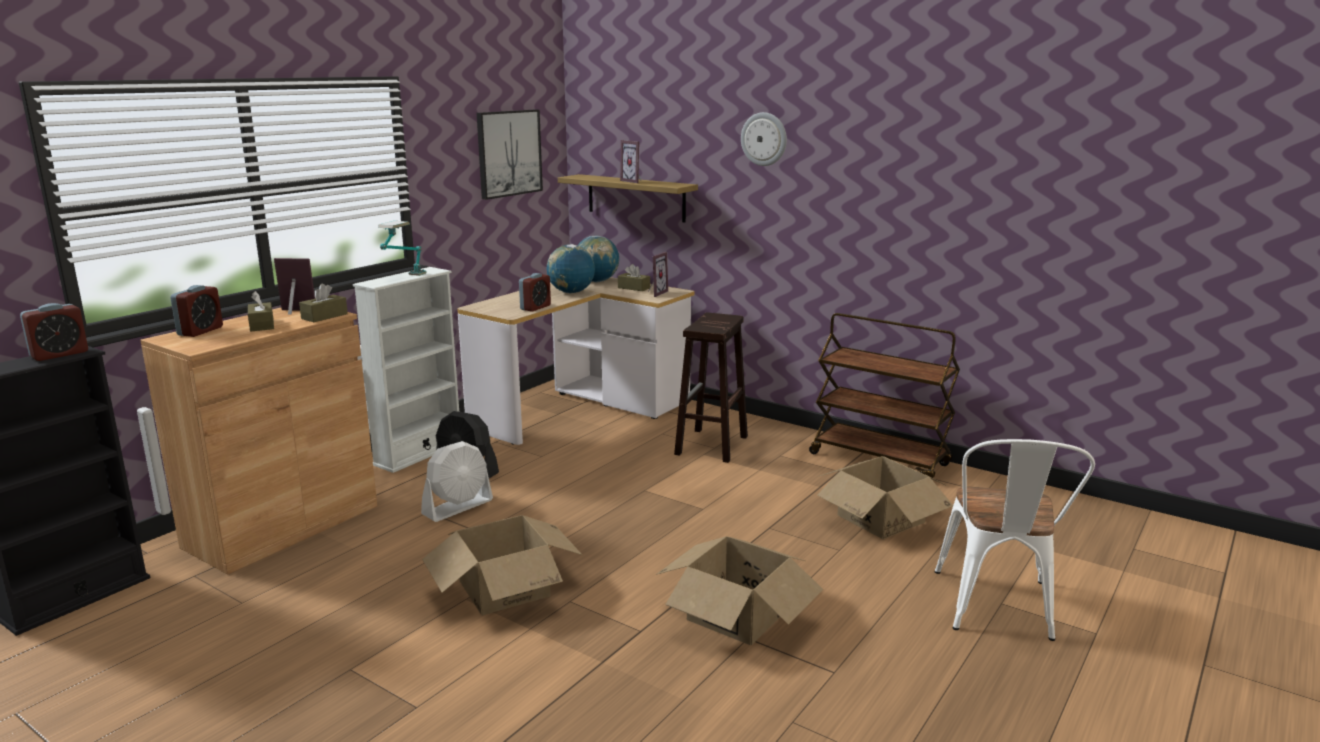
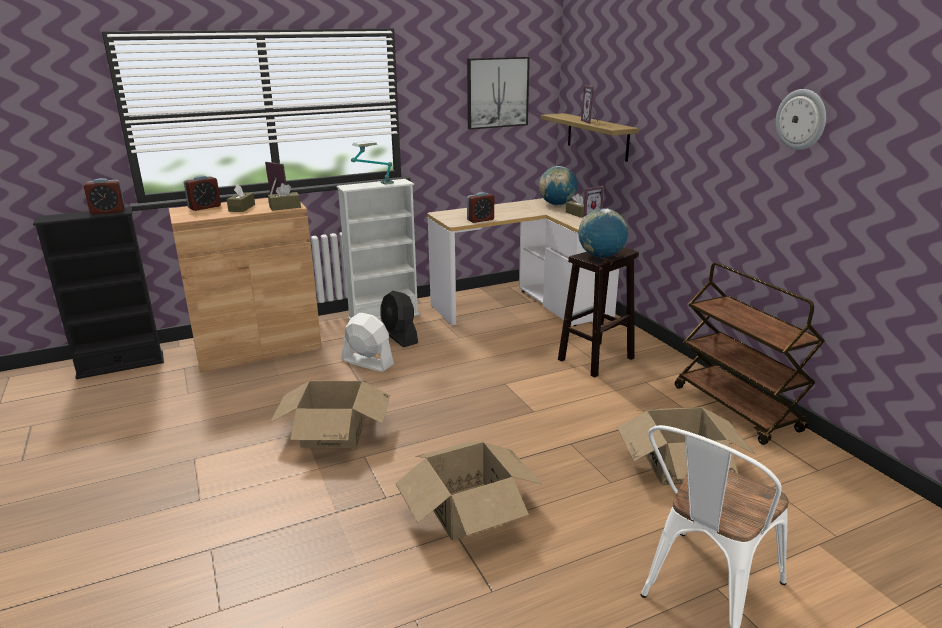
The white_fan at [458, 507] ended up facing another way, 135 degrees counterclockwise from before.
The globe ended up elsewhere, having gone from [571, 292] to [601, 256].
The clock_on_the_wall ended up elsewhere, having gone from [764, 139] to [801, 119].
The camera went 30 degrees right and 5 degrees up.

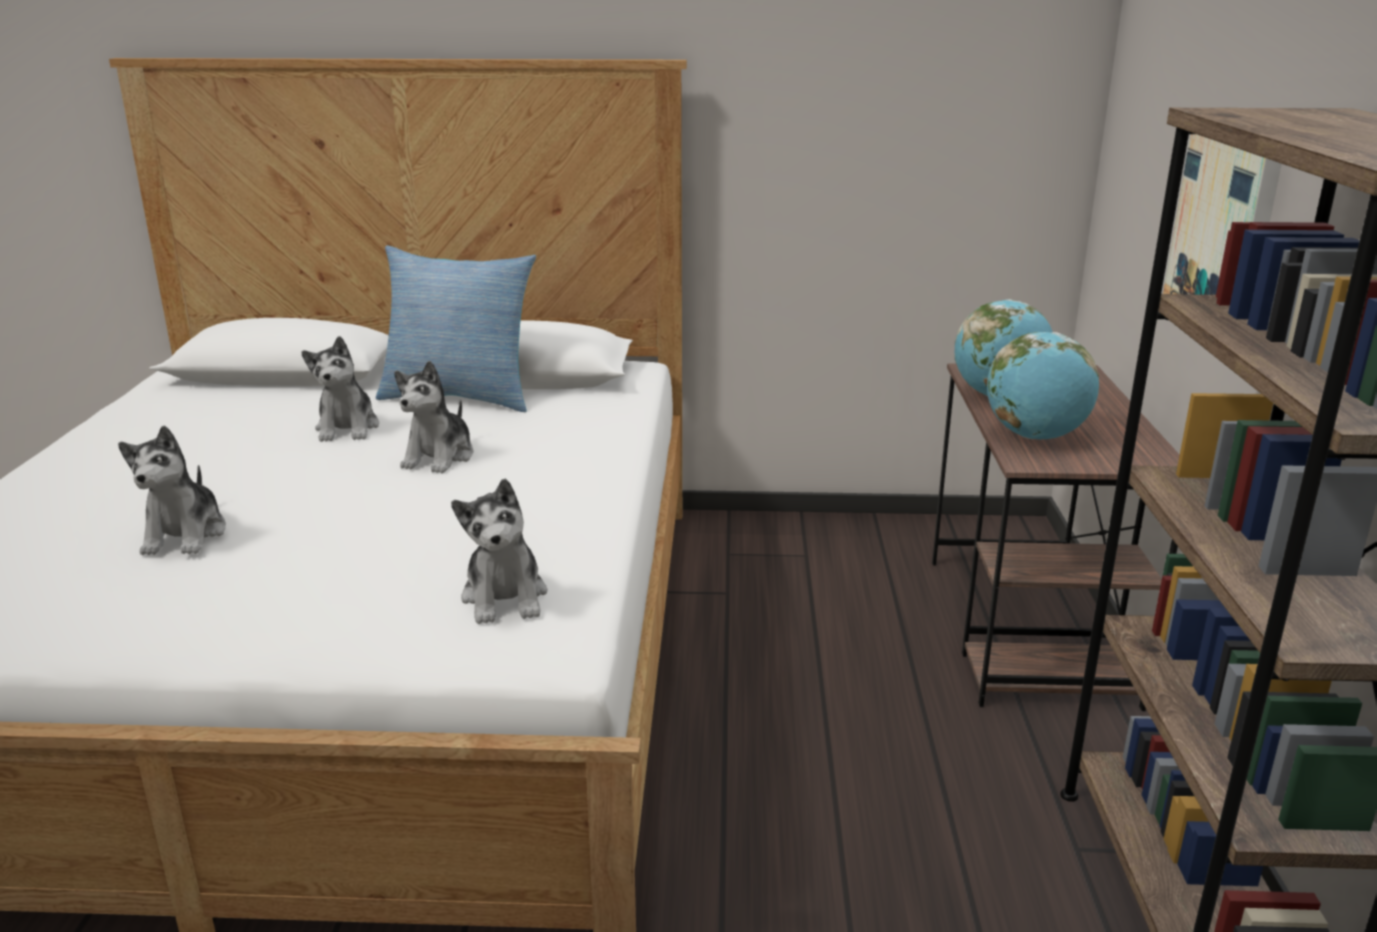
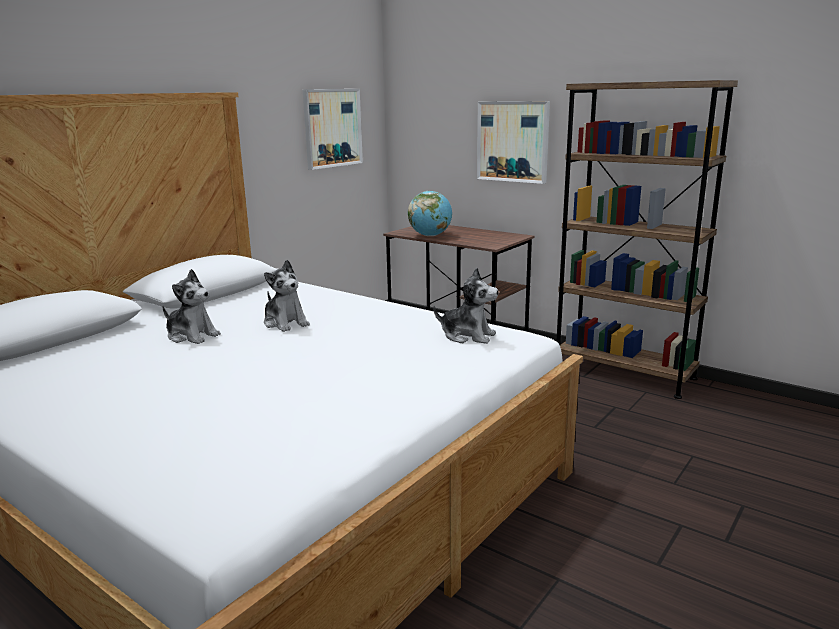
The second view gained the picture at [332, 128].
The second view lost the cuddly_toy at [185, 535].
The second view lost the cushion at [461, 397].
The second view lost the globe at [1035, 436].
The camera went 55 degrees left and 5 degrees down.

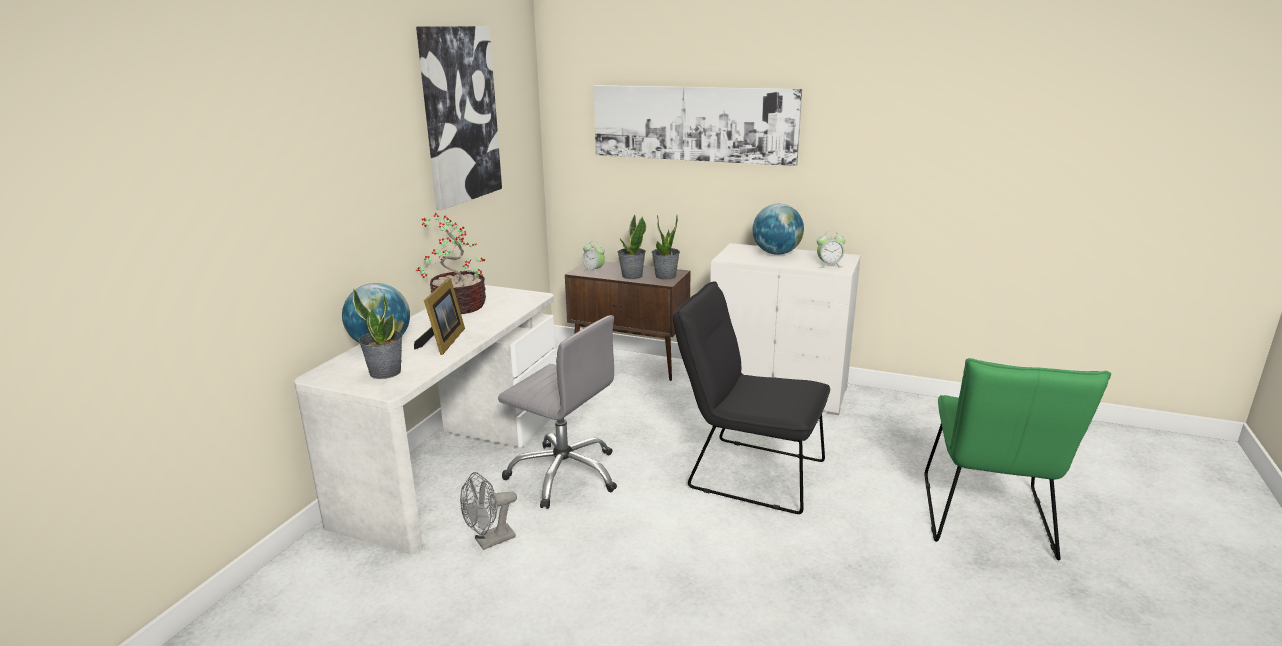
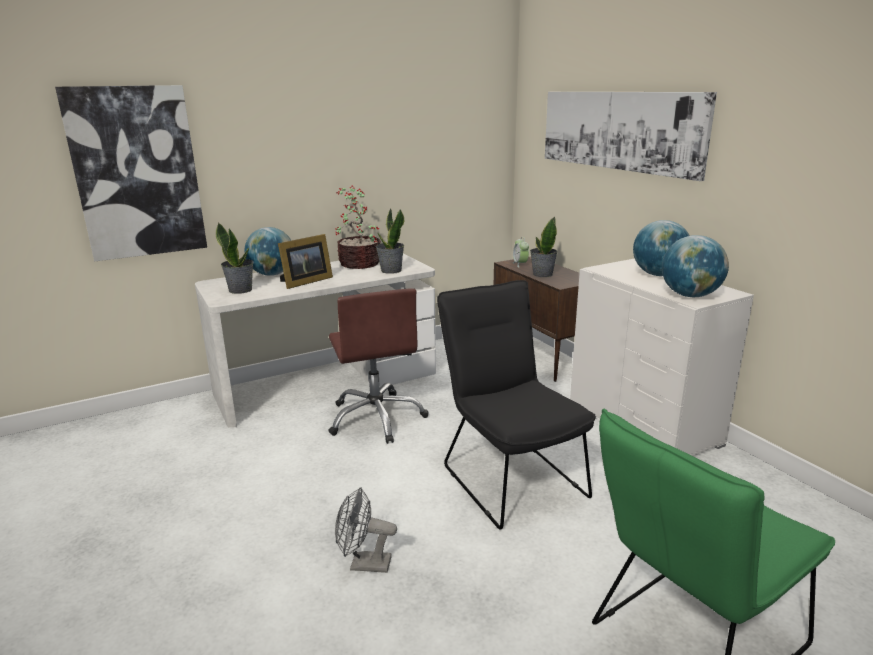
The picture ended up elsewhere, having gone from [460, 115] to [137, 173].
What was the gray_computer_chair at [564, 474] turned into the brownish_computer_chair at [377, 418].
The gray_fan ended up elsewhere, having gone from [489, 541] to [364, 564].
The plant_in_a_pot ended up elsewhere, having gone from [665, 276] to [391, 270].
Where the table_clock stood at [829, 265], the globe came to stand at [690, 295].
The camera went 40 degrees right and 0 degrees up.

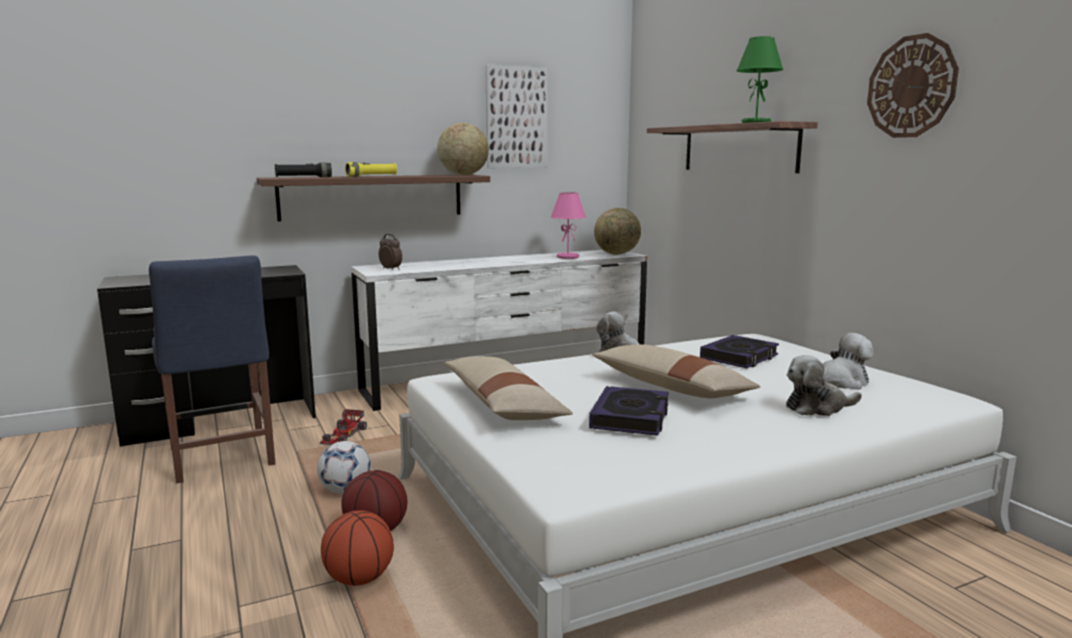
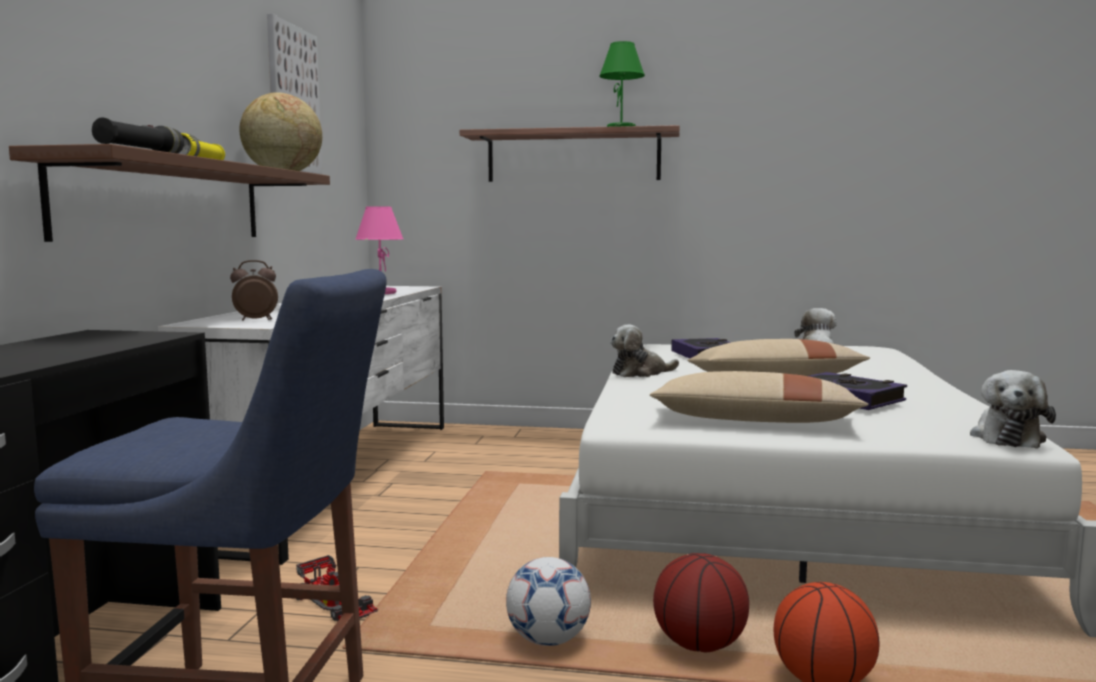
The cuddly_toy ended up elsewhere, having gone from [817, 407] to [1007, 437].
The second view lost the globe at [617, 254].
The second view lost the clock_on_the_wall at [911, 87].
The camera went 55 degrees left and 5 degrees down.

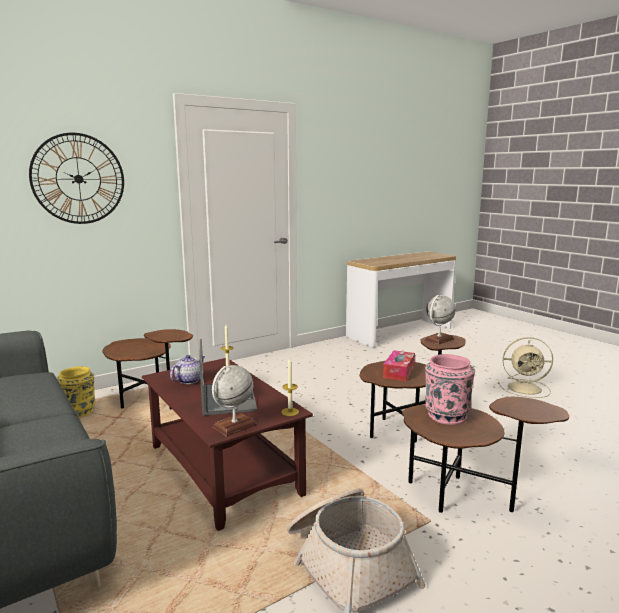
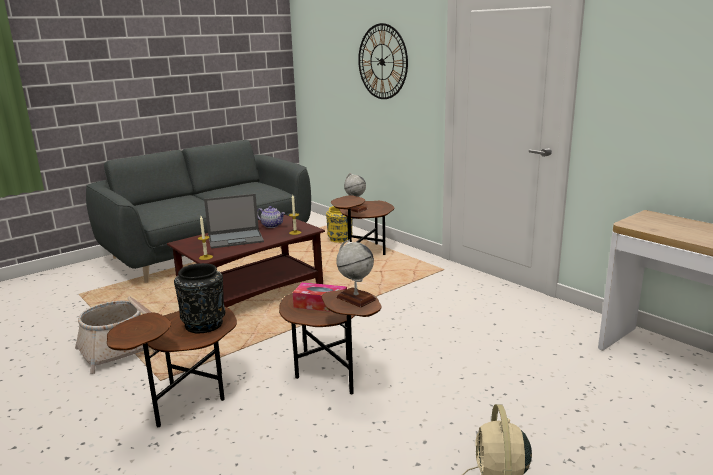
What was the pink_decorative_vase at [446, 416] turned into the black_decorative_vase at [204, 324].
The globe ended up elsewhere, having gone from [234, 426] to [355, 209].
The camera went 85 degrees right and 5 degrees up.

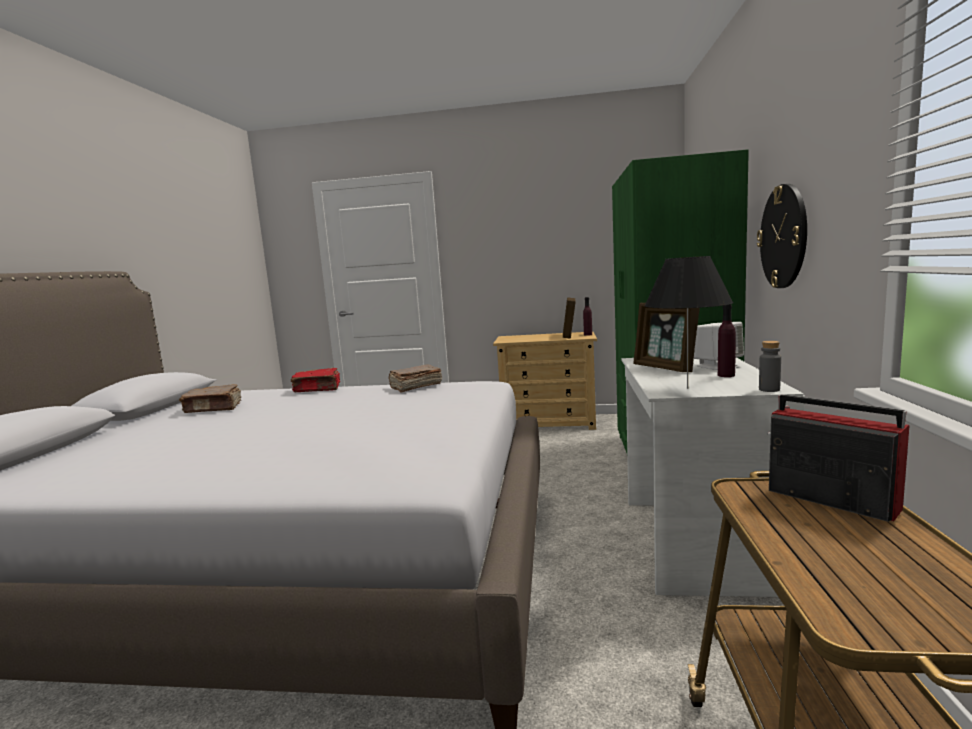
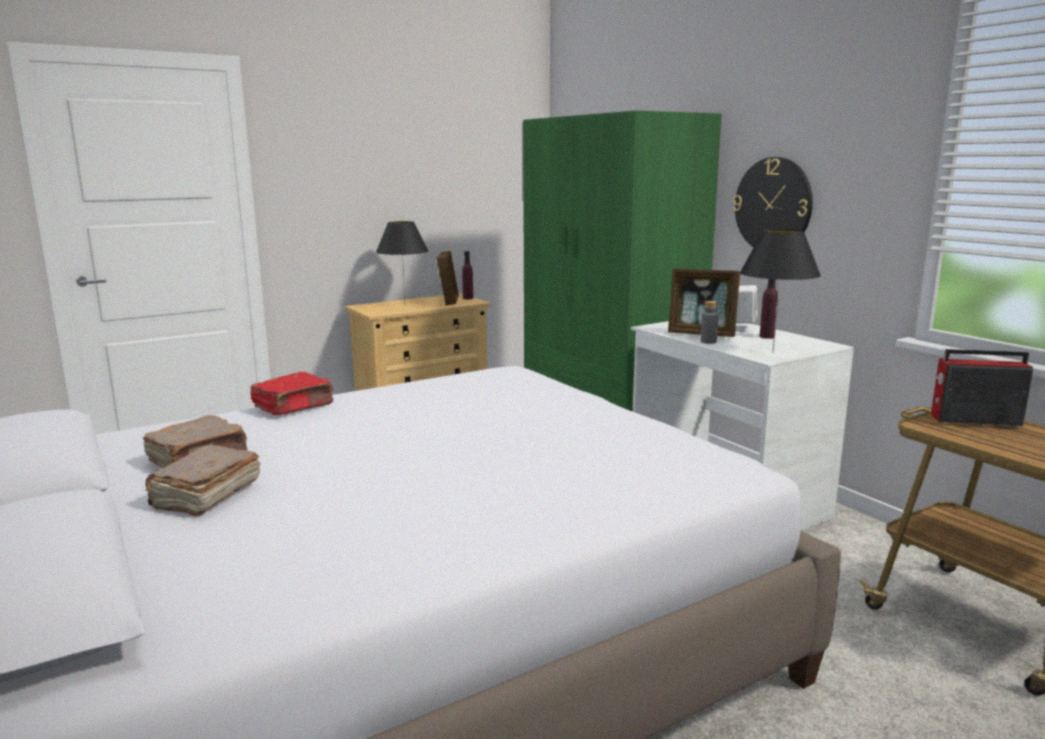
The brownish_book ended up elsewhere, having gone from [415, 387] to [205, 496].
The second view gained the black_lamp_for_a_table at [404, 305].
The picture_frame at [569, 336] ended up facing another way, 150 degrees counterclockwise from before.
The gray_drink_bottle ended up elsewhere, having gone from [769, 389] to [708, 342].
The camera went 40 degrees left and 5 degrees up.

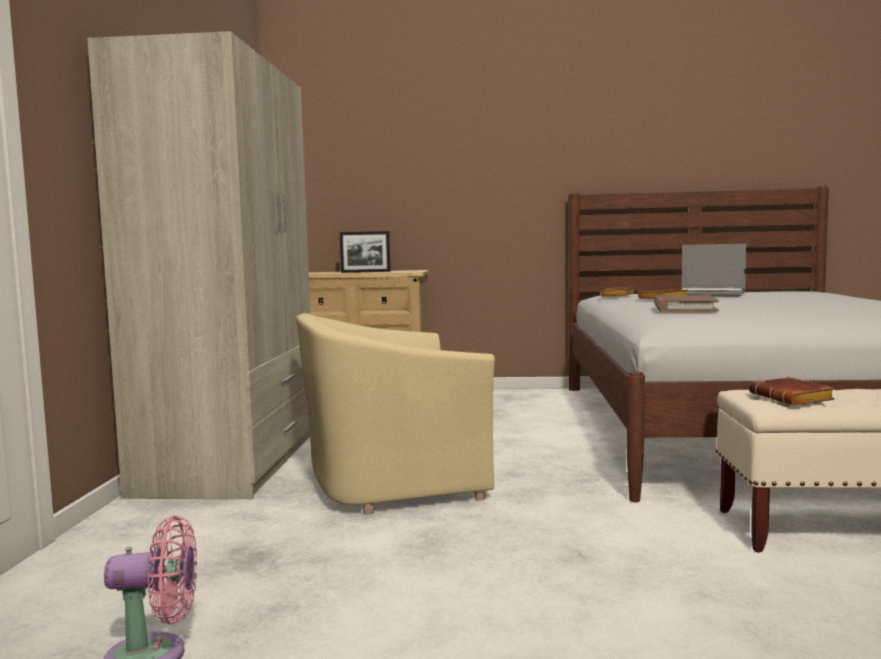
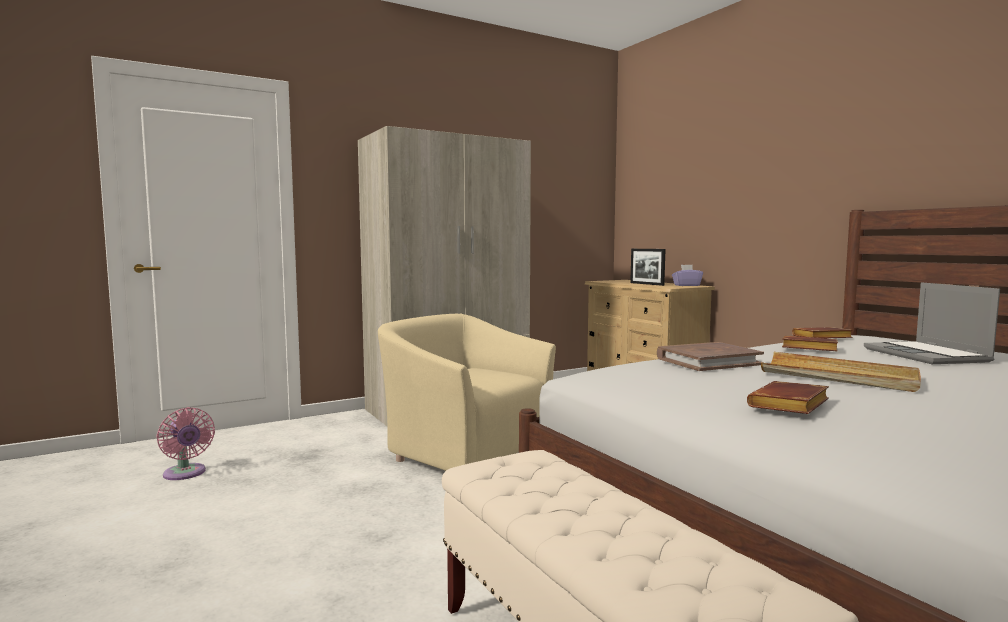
The second view gained the purple_box_of_tissues at [686, 285].
The brownish_book ended up elsewhere, having gone from [793, 398] to [790, 406].
The second view gained the beige_serving_tray at [838, 377].
The camera went 55 degrees right and 0 degrees up.

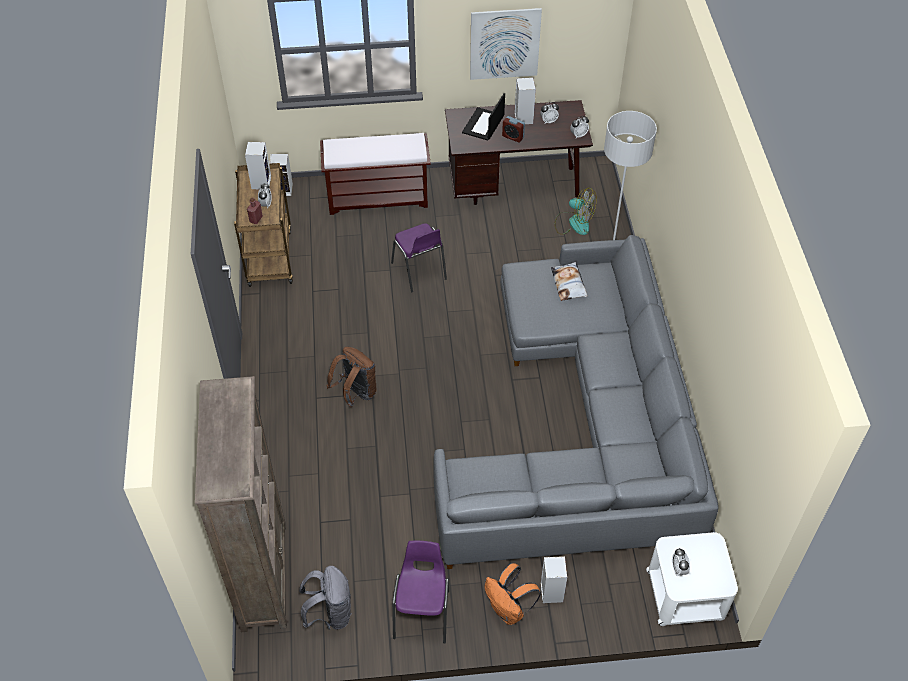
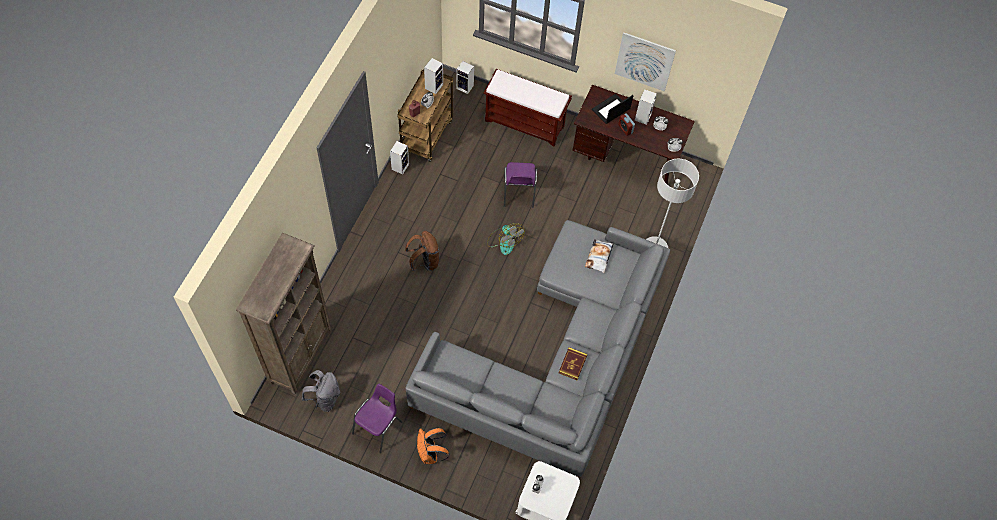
The audio_speaker ended up elsewhere, having gone from [551, 591] to [400, 166].
The fan ended up elsewhere, having gone from [573, 223] to [504, 241].
The second view gained the book at [572, 364].
The camera went 25 degrees right and 10 degrees up.

